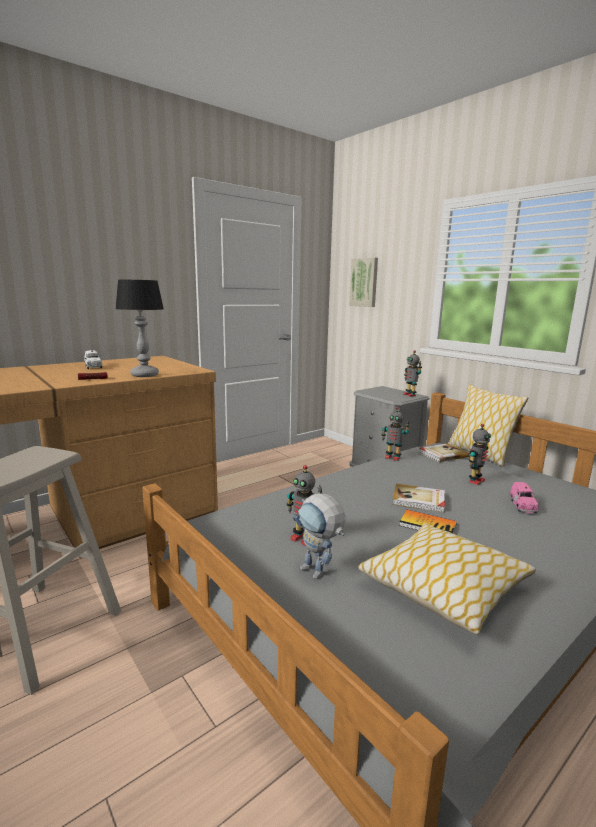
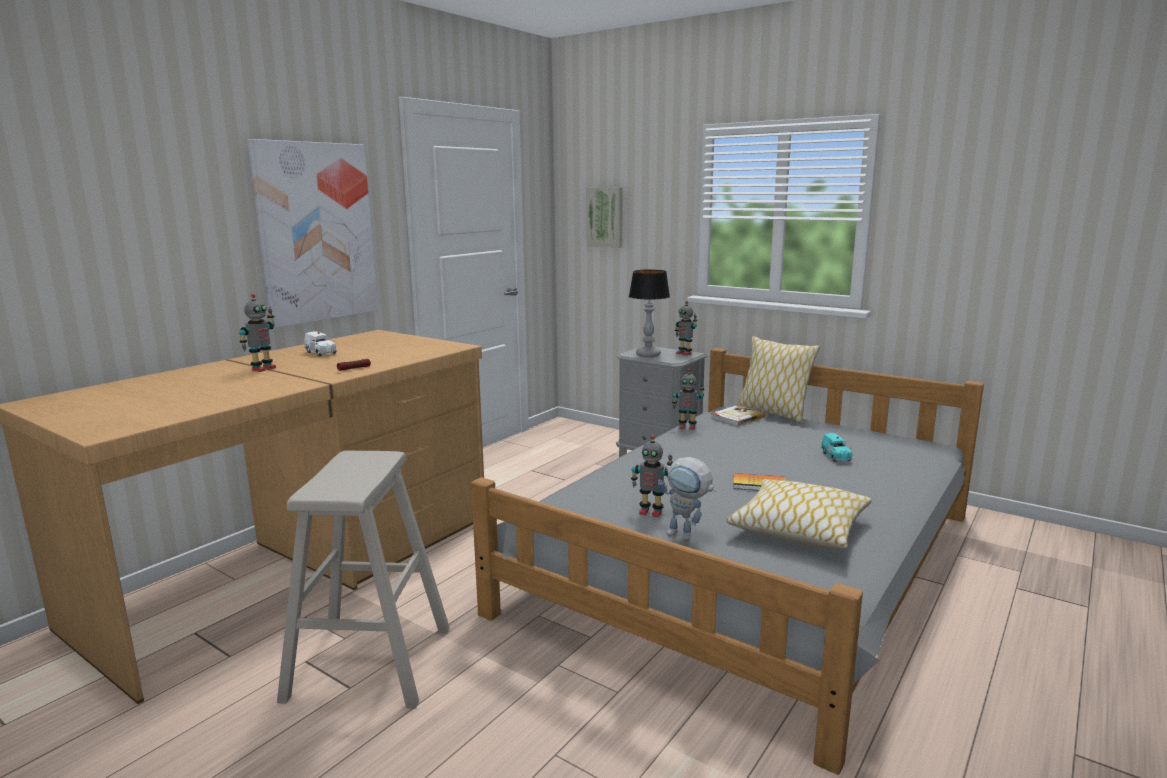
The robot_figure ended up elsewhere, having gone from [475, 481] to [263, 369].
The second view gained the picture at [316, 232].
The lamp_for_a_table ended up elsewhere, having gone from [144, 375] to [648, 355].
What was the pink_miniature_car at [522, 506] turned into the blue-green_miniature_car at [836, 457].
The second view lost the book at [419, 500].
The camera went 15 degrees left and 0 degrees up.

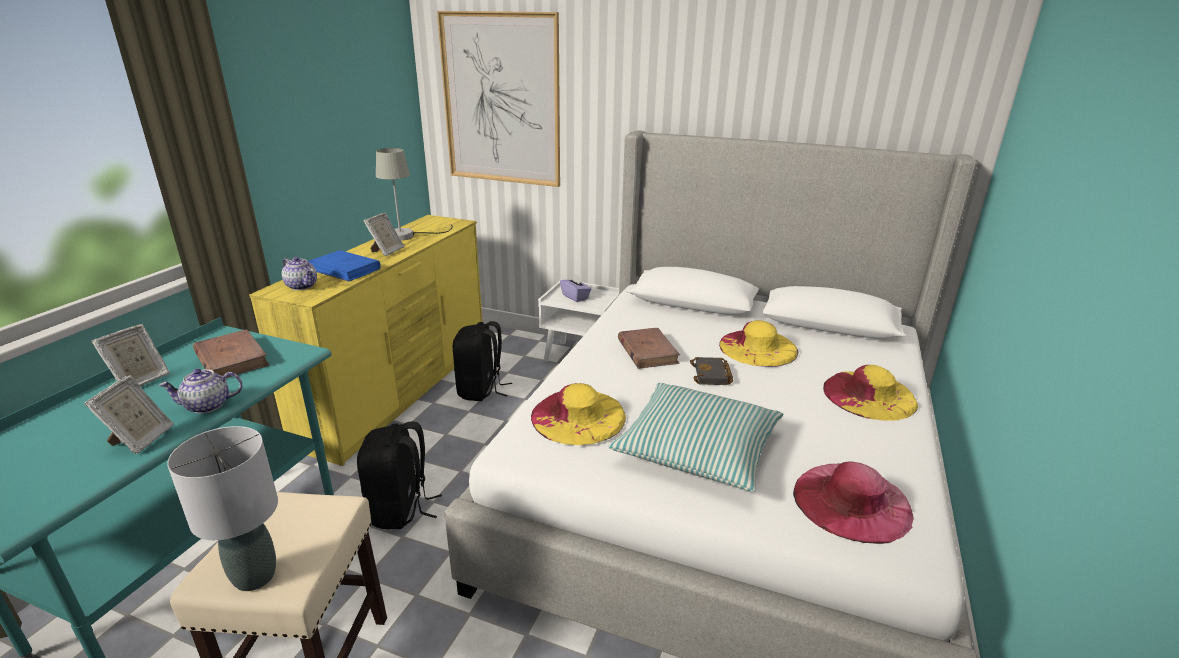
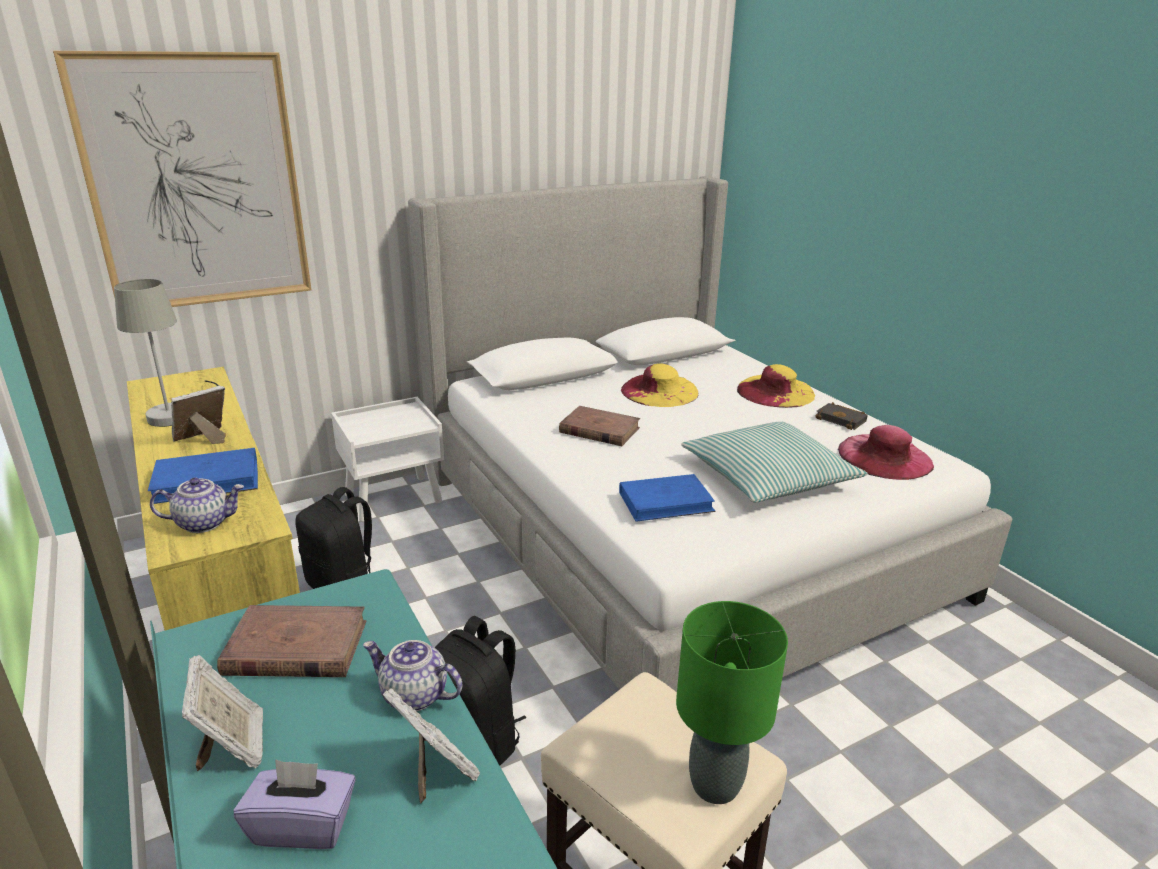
The picture_frame at [386, 251] ended up facing another way, 105 degrees counterclockwise from before.
The purple_box_of_tissues ended up elsewhere, having gone from [575, 297] to [303, 825].
The pot_for_tea at [207, 406] ended up facing another way, 90 degrees clockwise from before.
Where the yellowish_clothing_hat stood at [578, 416], the blue-coloured_book came to stand at [666, 502].
What was the gray_lamp_for_a_table at [255, 576] turned into the green_lamp_for_a_table at [715, 784].
The black_book ended up elsewhere, having gone from [712, 375] to [842, 420].
The camera went 50 degrees left and 0 degrees up.

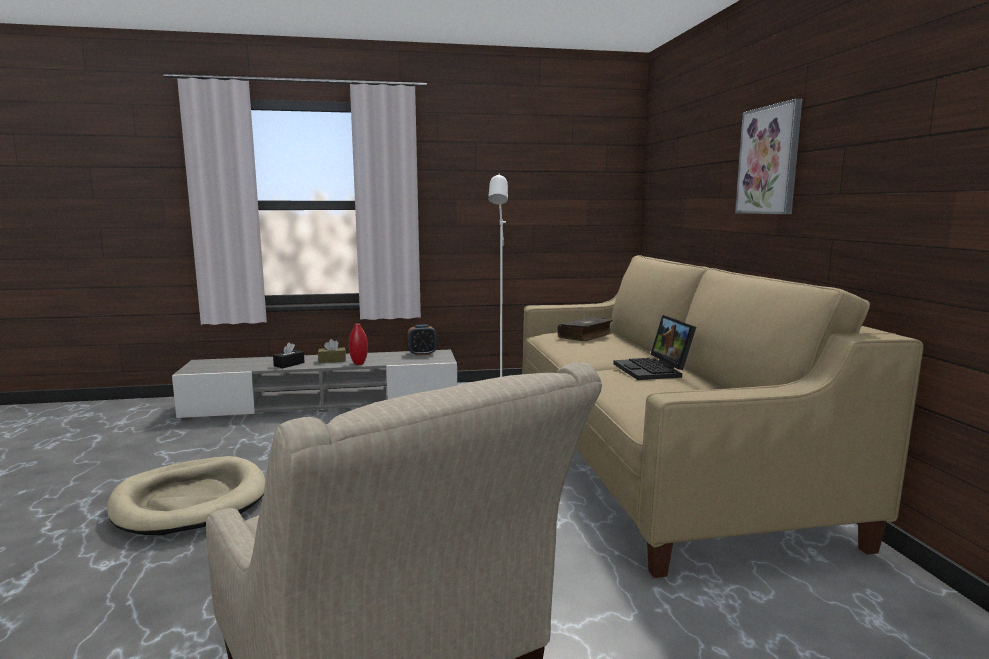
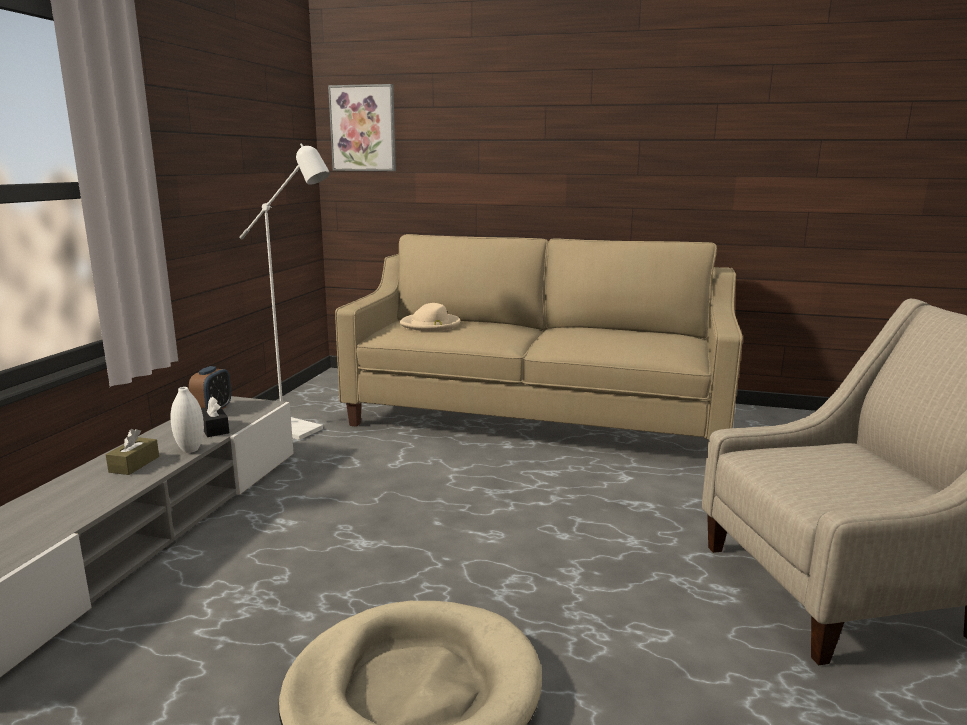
What was the reddish_decorative_vase at [359, 363] turned into the white_decorative_vase at [190, 450].
The black_box_of_tissues ended up elsewhere, having gone from [289, 364] to [214, 429].
The picture ended up elsewhere, having gone from [769, 160] to [363, 128].
Where the book stood at [586, 336], the beige_clothing_hat came to stand at [431, 325].
The second view lost the notebook_computer at [654, 370].
The camera went 65 degrees left and 5 degrees up.

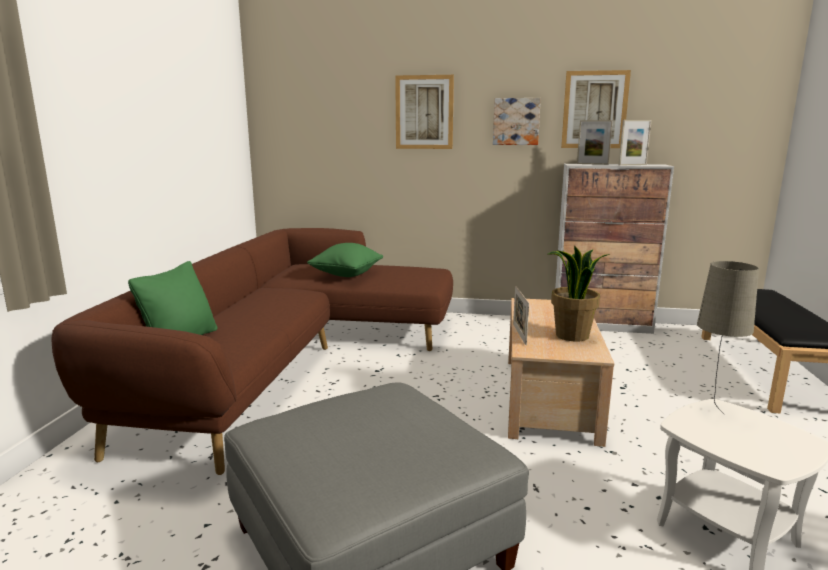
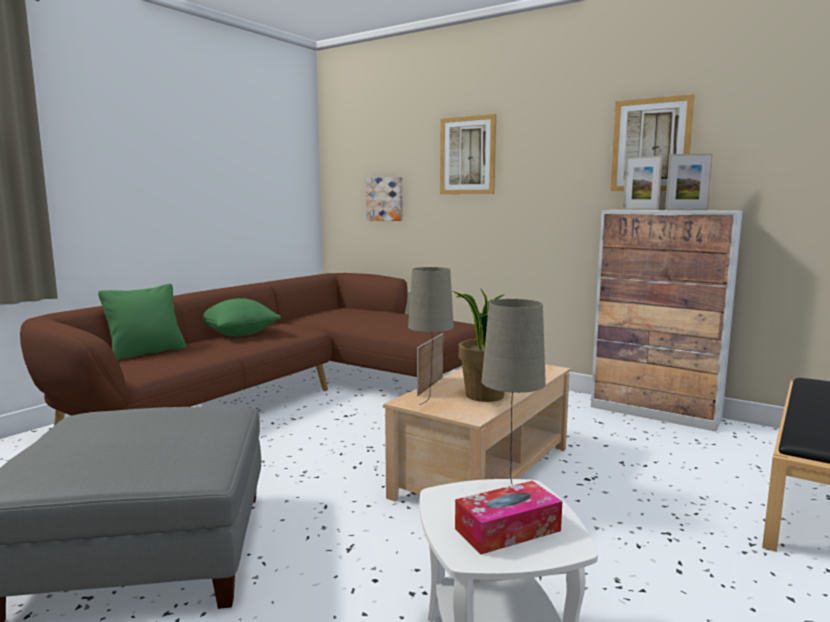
The green_cushion ended up elsewhere, having gone from [346, 275] to [238, 334].
The picture ended up elsewhere, having gone from [516, 121] to [385, 199].
The second view gained the beige_lamp_for_a_table at [430, 406].
The second view gained the box_of_tissues at [507, 530].
The camera went 25 degrees right and 5 degrees down.

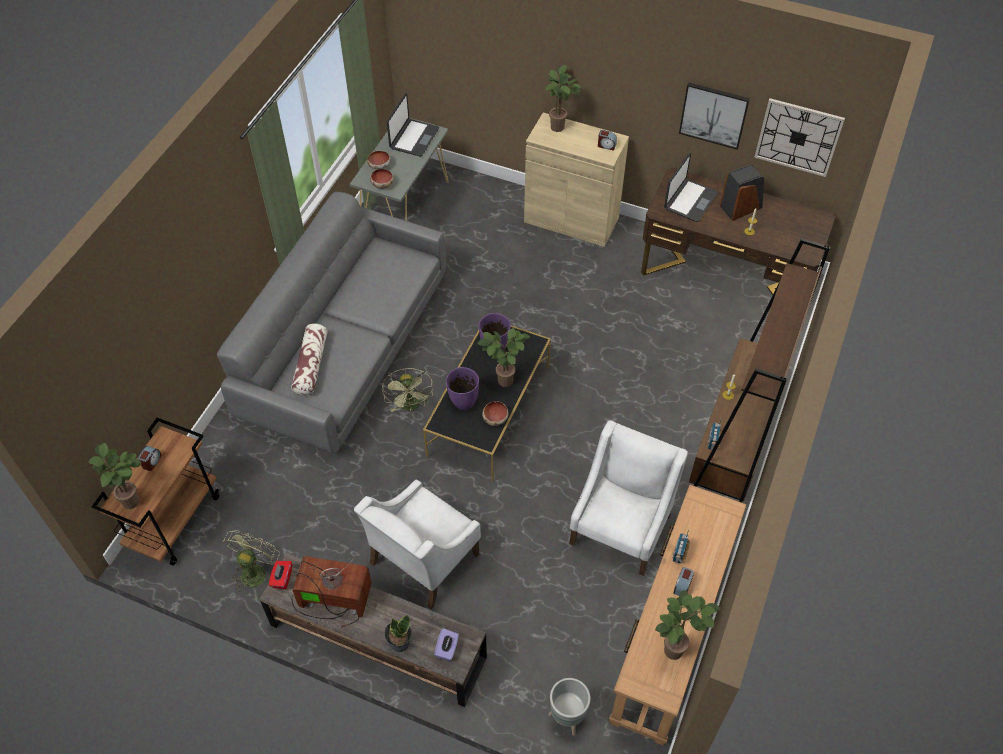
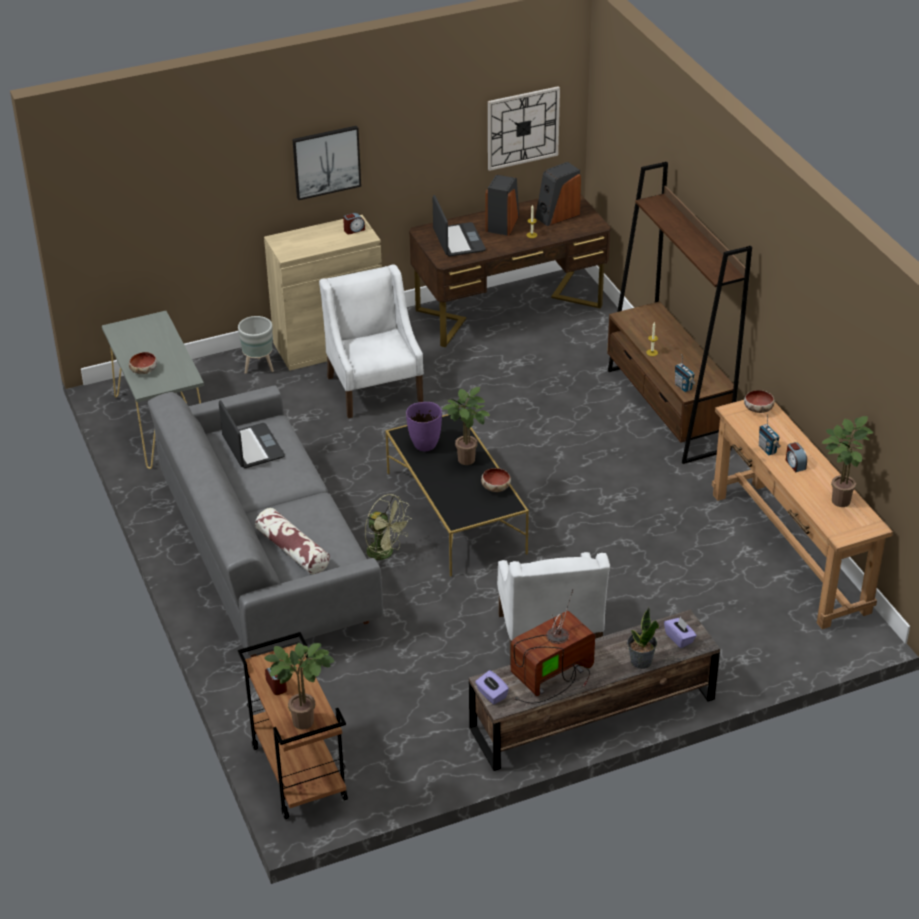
The notebook_computer ended up elsewhere, having gone from [413, 138] to [252, 447].
The gray_plant_pot ended up elsewhere, having gone from [566, 717] to [258, 367].
The picture ended up elsewhere, having gone from [714, 115] to [326, 162].
The white_armchair ended up elsewhere, having gone from [621, 528] to [374, 388].
What was the reddish_box_of_tissues at [282, 579] turned into the purple_box_of_tissues at [491, 695].
The second view gained the audio_speaker at [557, 215].
The deep_dish ended up elsewhere, having gone from [382, 184] to [757, 409].
The second view lost the green_fan at [255, 570].
The second view lost the purple_decorative_vase at [463, 402].
The second view lost the plant_in_a_pot at [559, 128].
The camera went 45 degrees left and 15 degrees down.

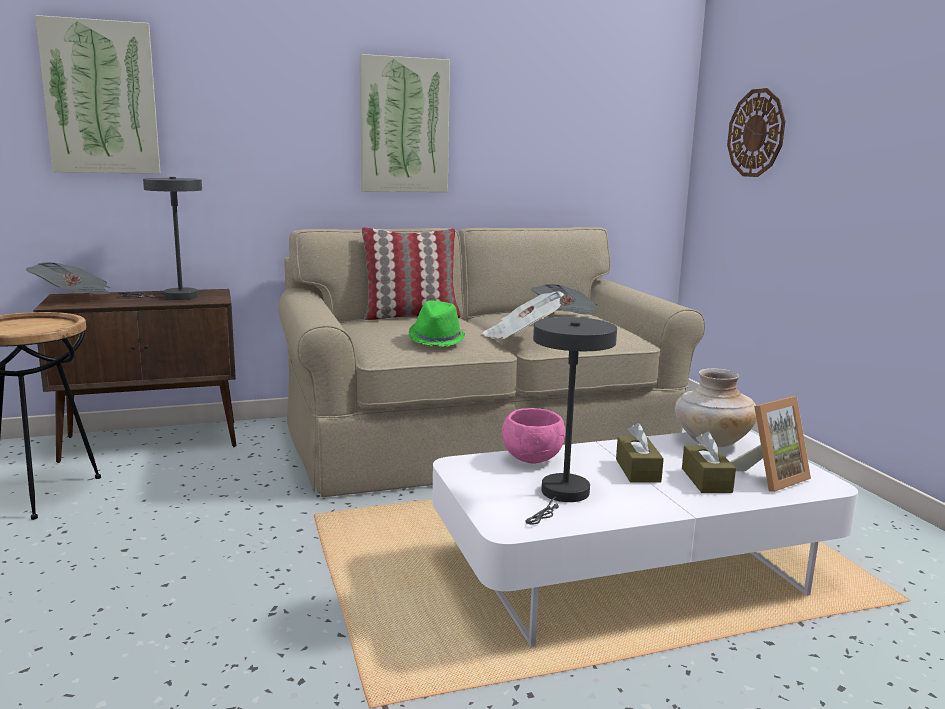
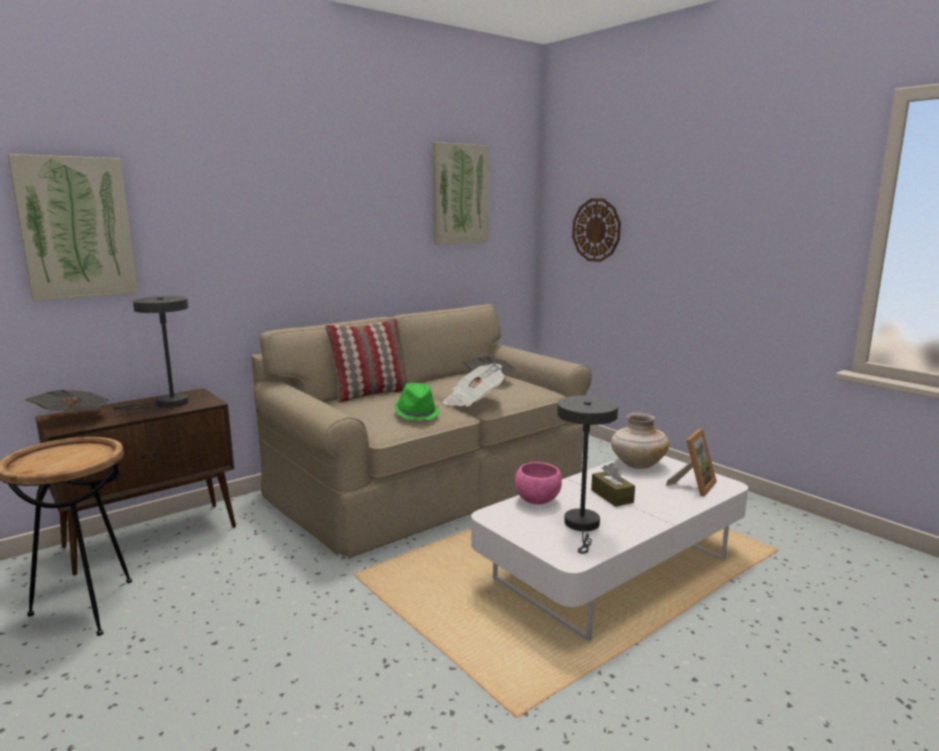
The picture ended up elsewhere, having gone from [404, 126] to [459, 194].
The second view lost the brownish_box_of_tissues at [706, 480].
The camera went 20 degrees left and 0 degrees up.

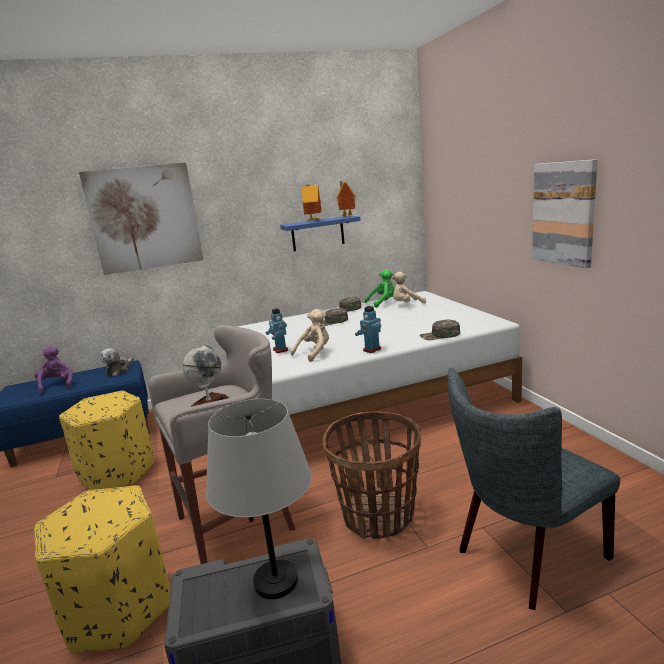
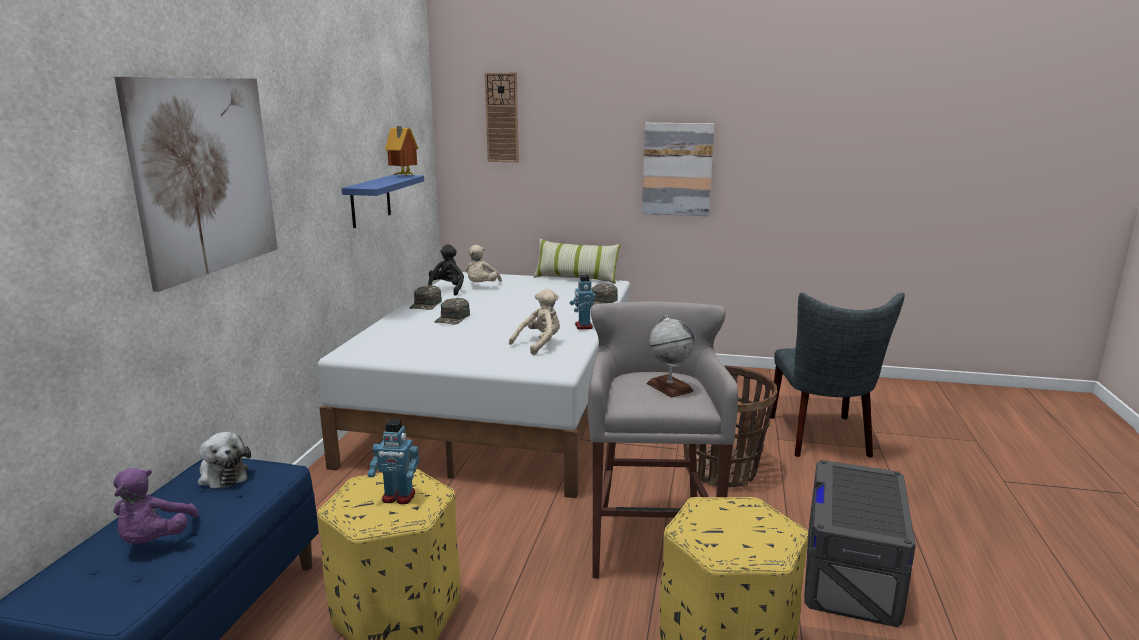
The purple_cuddly_toy at [57, 385] ended up facing another way, 105 degrees counterclockwise from before.
The robot_figure ended up elsewhere, having gone from [280, 350] to [398, 497].
What was the green_cuddly_toy at [383, 303] turned into the black_cuddly_toy at [447, 290].
The second view gained the clock_on_the_wall at [502, 118].
The beige_cuddly_toy at [314, 353] ended up facing another way, 60 degrees clockwise from before.
The second view gained the cushion at [576, 278].
The second view lost the gray_lamp_for_a_table at [275, 580].
The second view lost the miniature_house at [313, 221].
The camera went 60 degrees left and 0 degrees up.

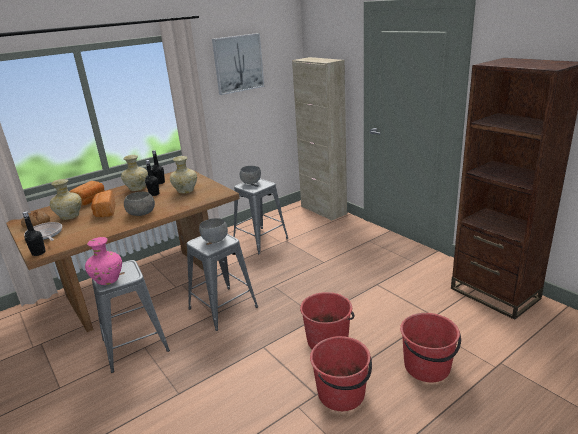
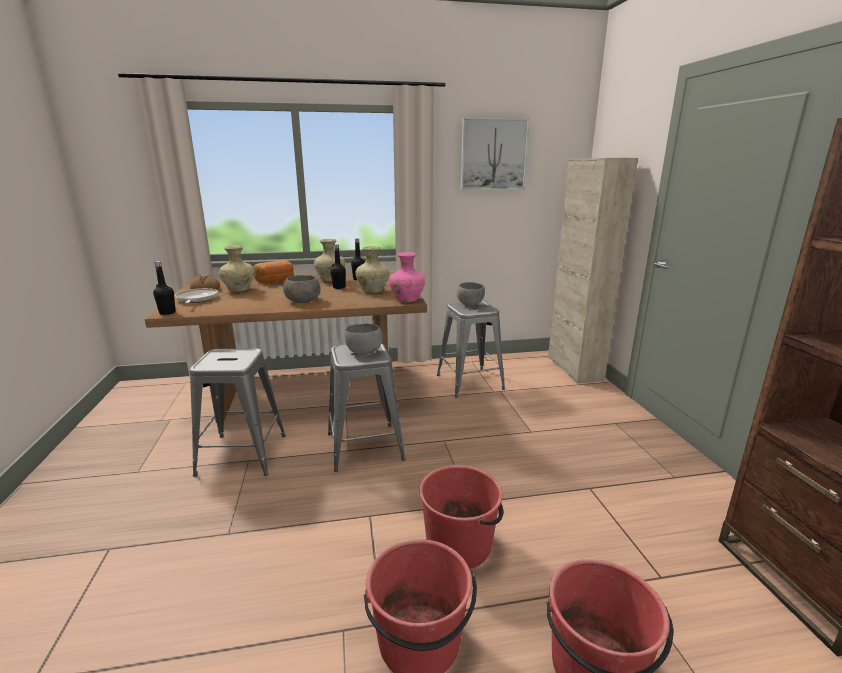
The pink_decorative_vase ended up elsewhere, having gone from [108, 280] to [407, 300].
The second view lost the bakery_bread at [105, 212].
The camera went 25 degrees right and 5 degrees down.

